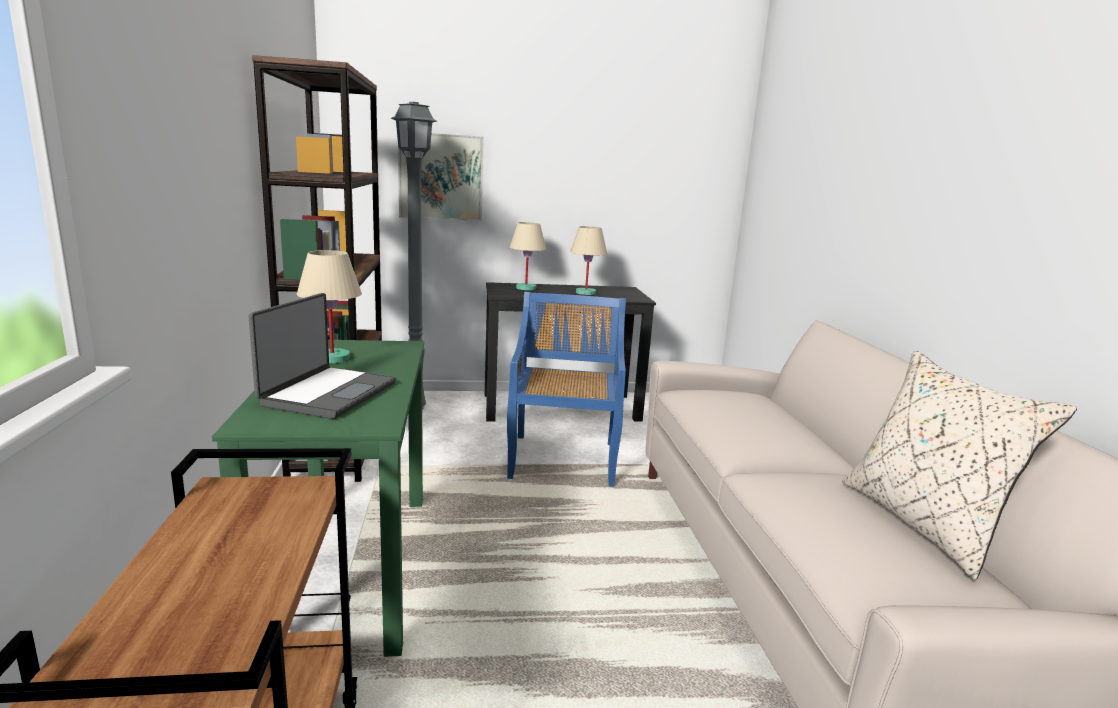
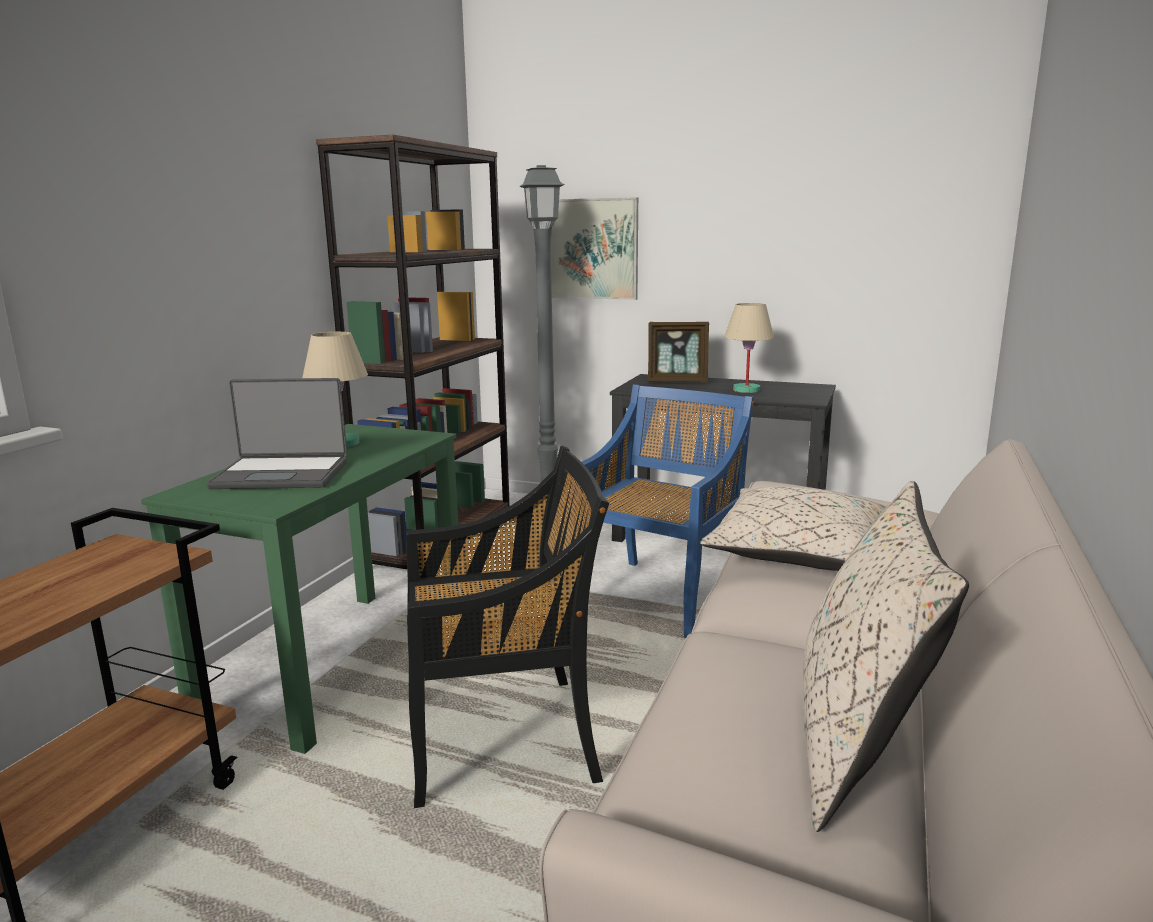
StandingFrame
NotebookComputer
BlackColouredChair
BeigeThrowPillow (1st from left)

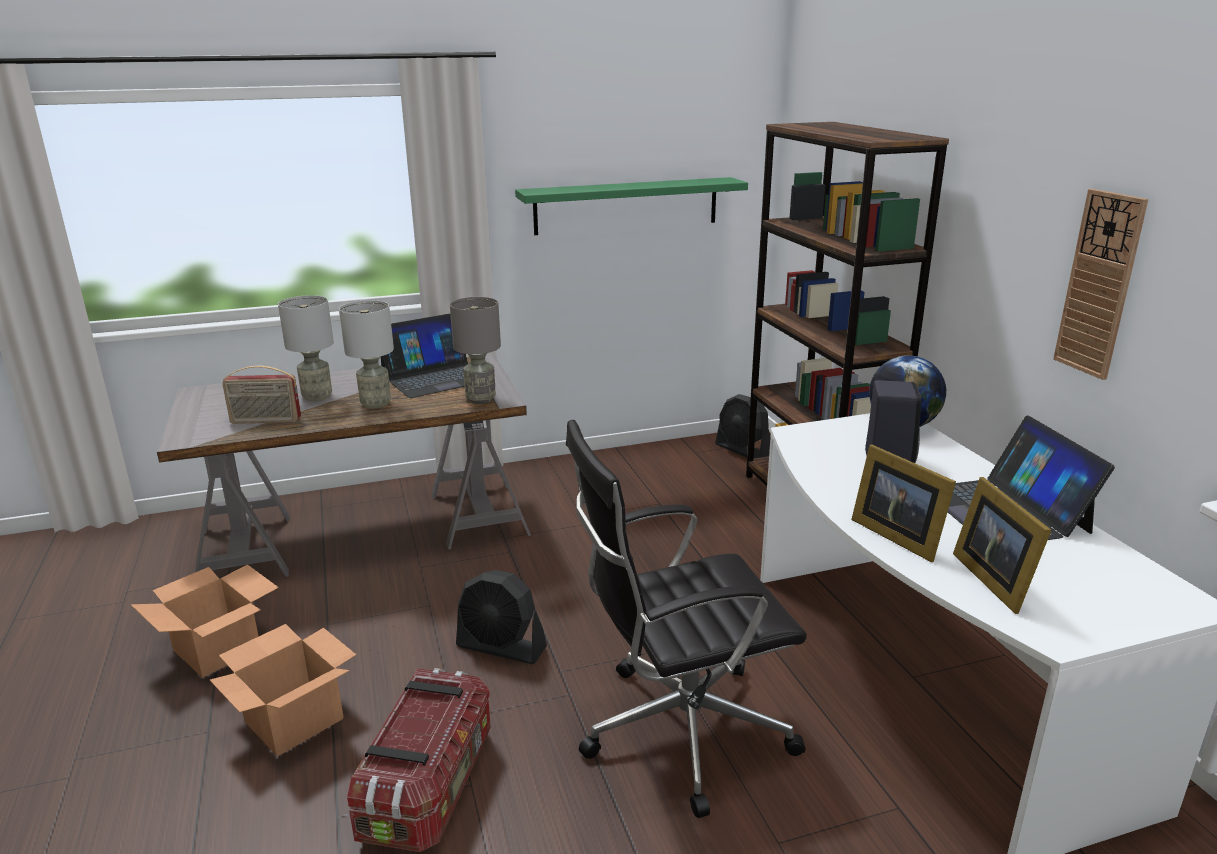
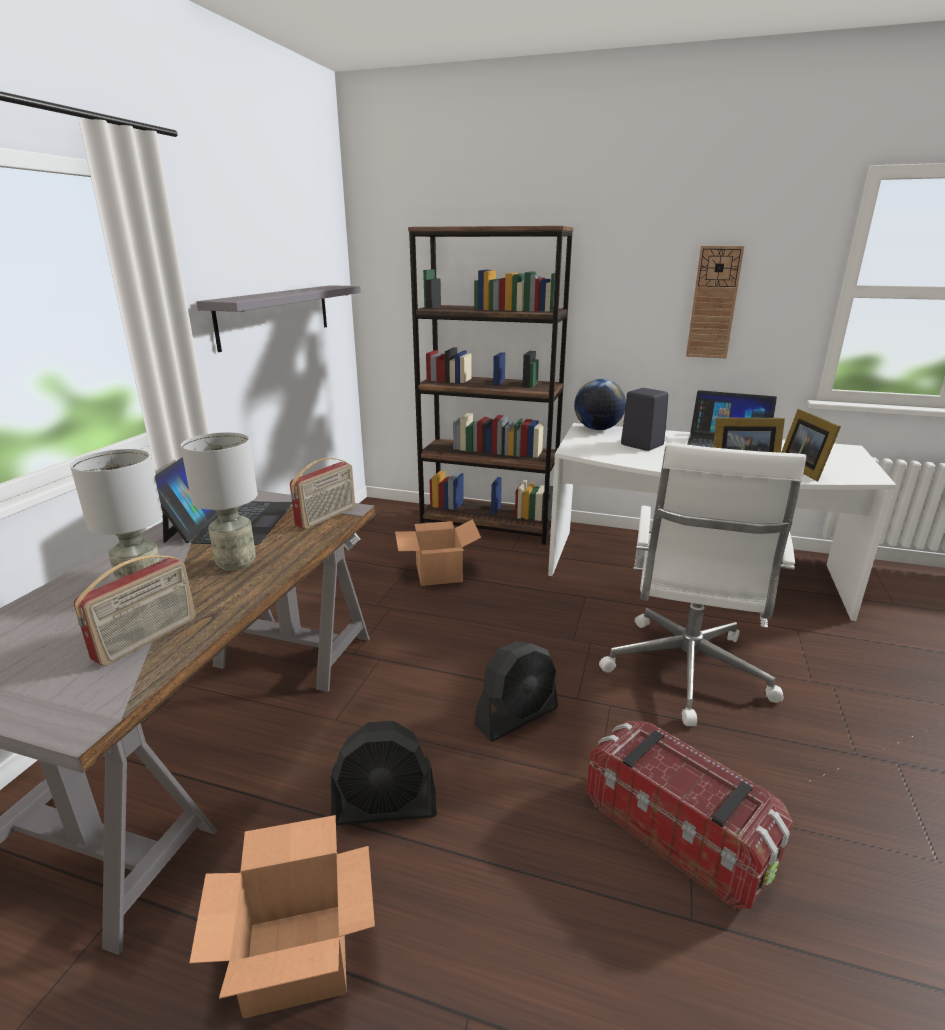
GrayWallShelf
RadioReceiver (2nd from left)
BlackColouredCoolingFan (1st from left)
WhiteColouredDeskChair
StandingFrame (2nd from left)
PackingBox (2nd from left)

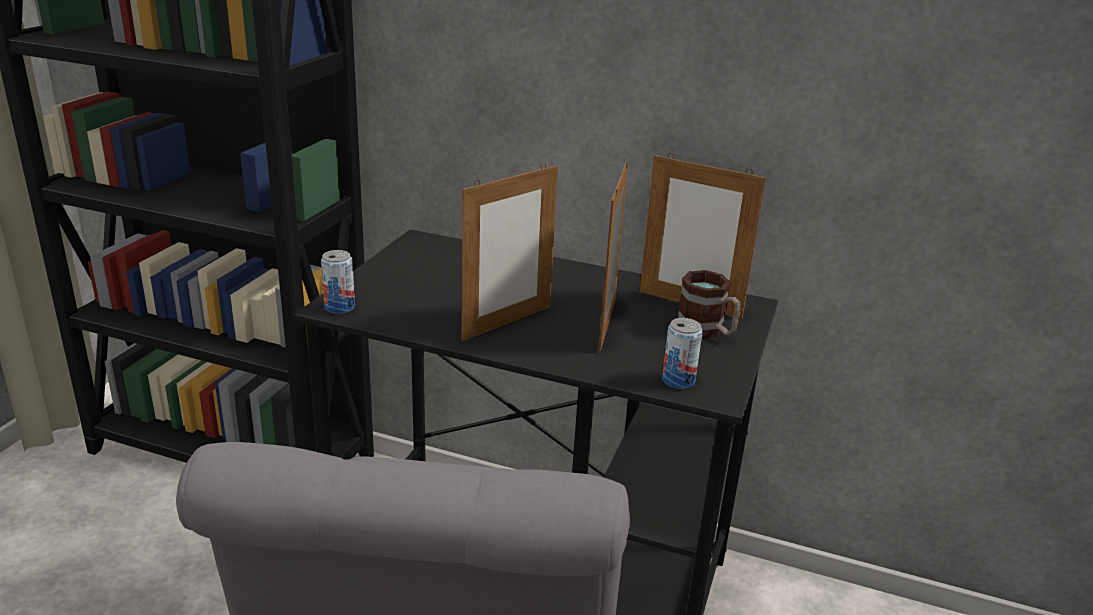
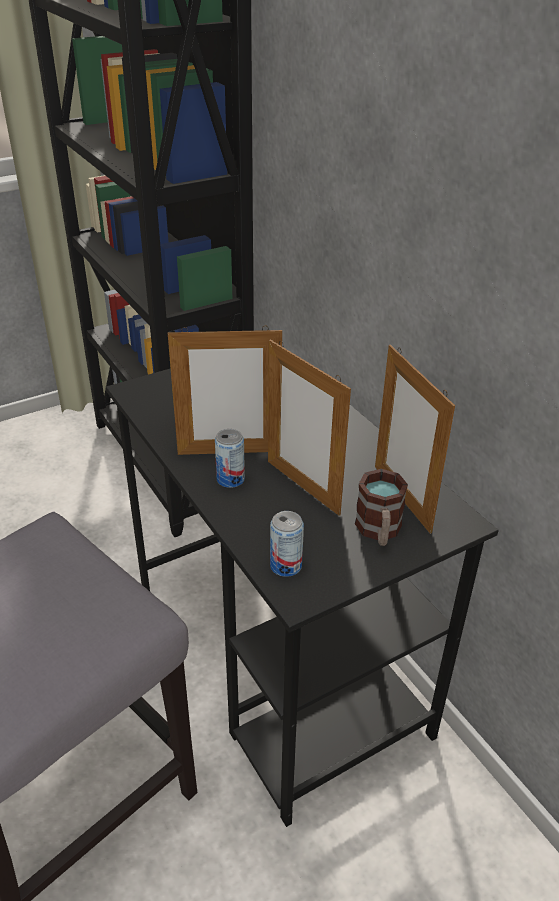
StandingFrame (2nd from left)
MetalCan (1st from left)

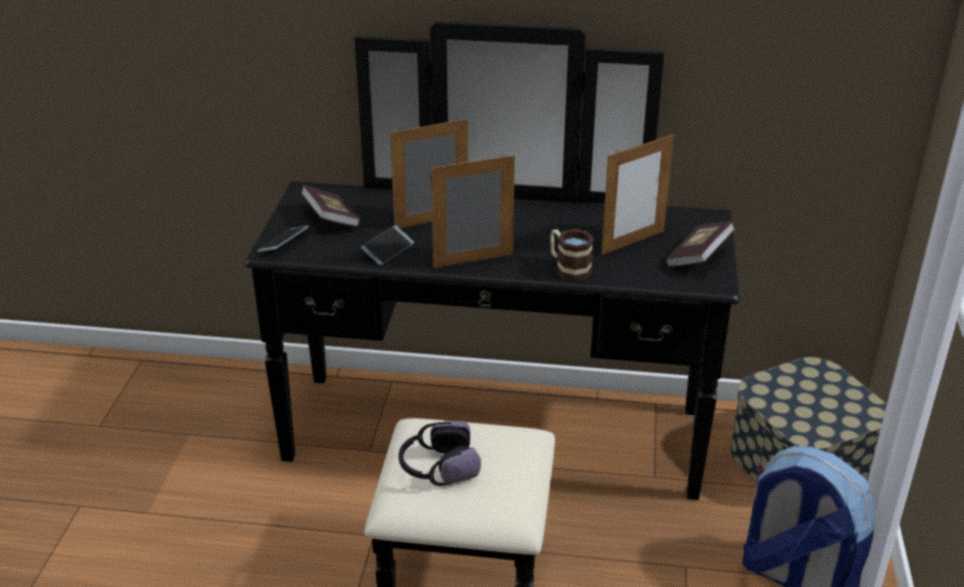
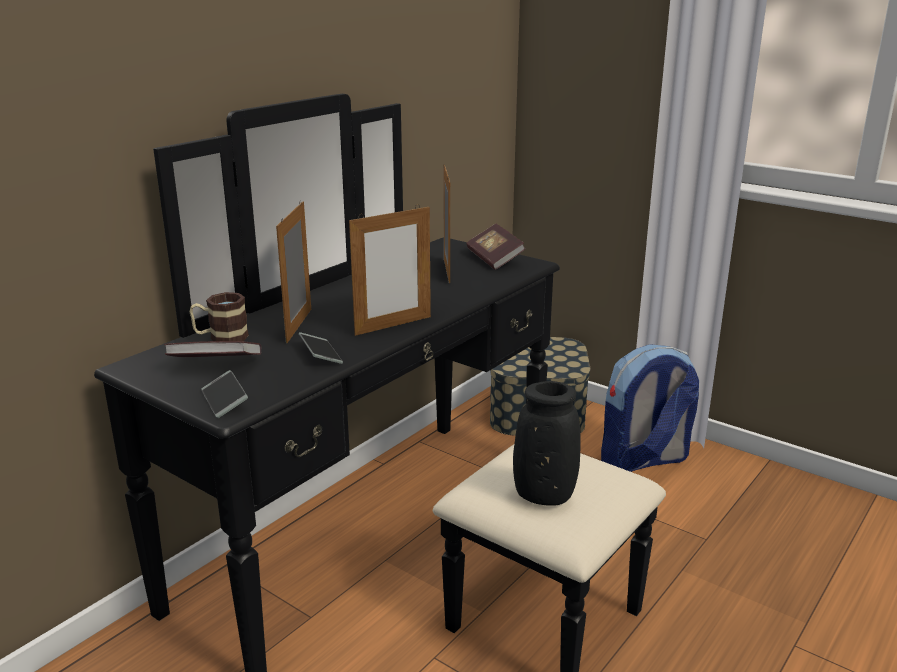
StandingFrame (2nd from left)
CoffeeMug
BlackColouredFlowerVase

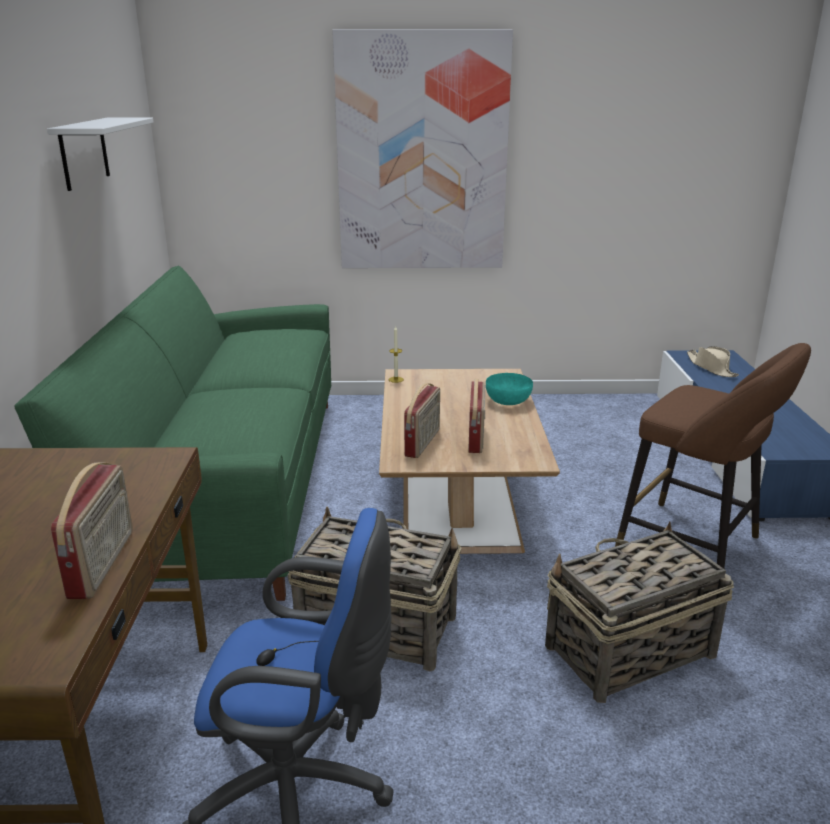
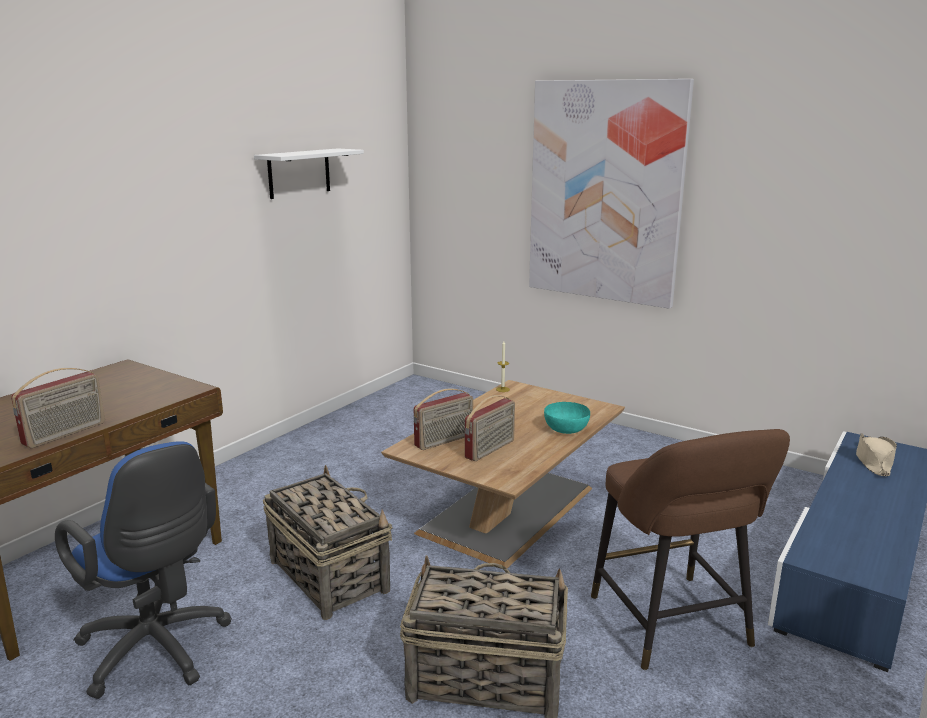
GreenSofa

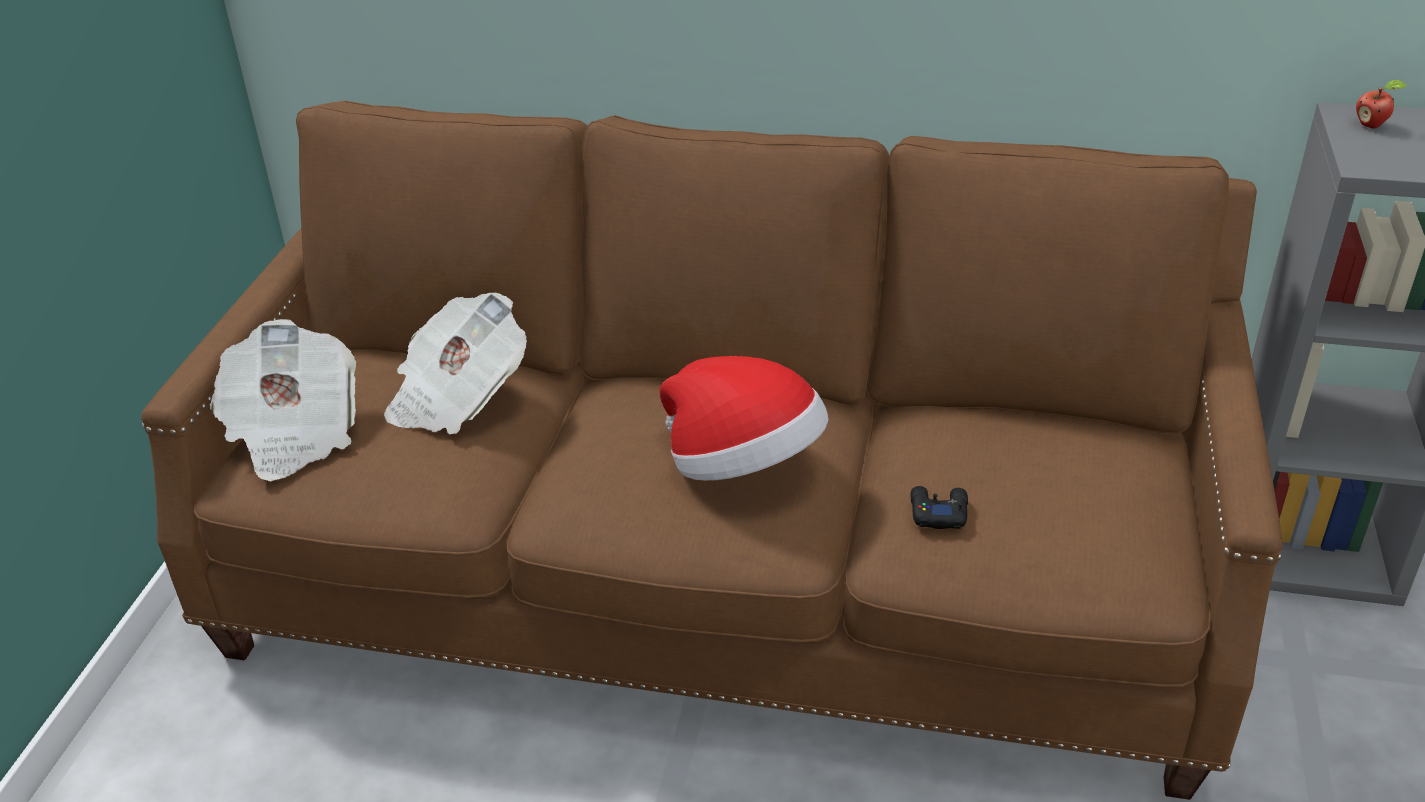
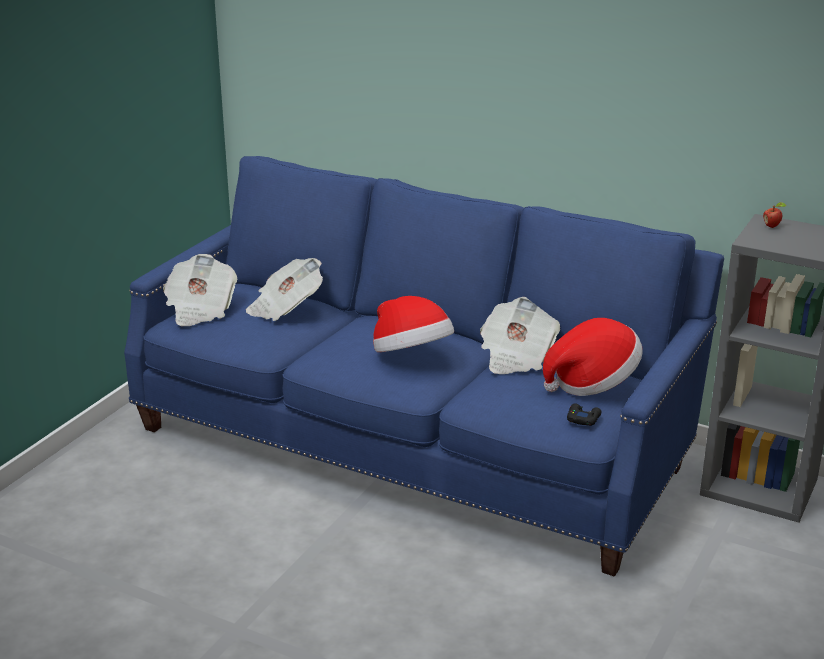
BluishSofa
BlackColouredJoypad
Newspaper (3rd from left)
WearableHat (2nd from left)

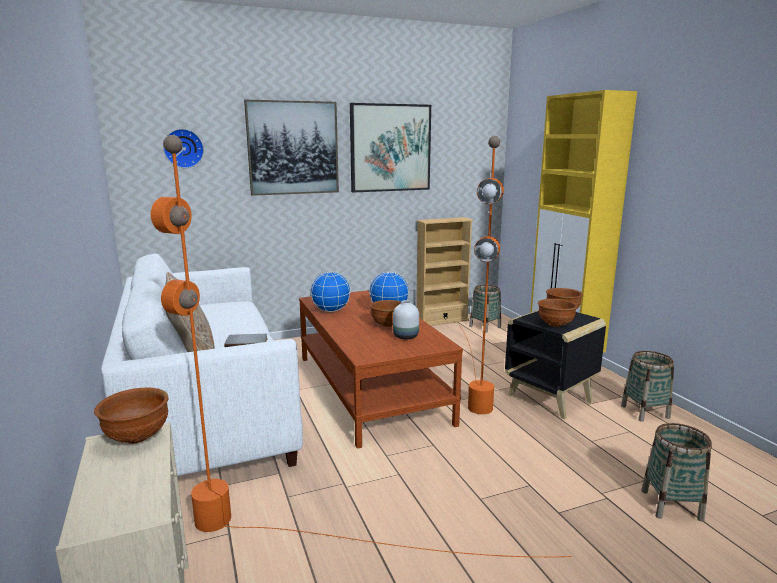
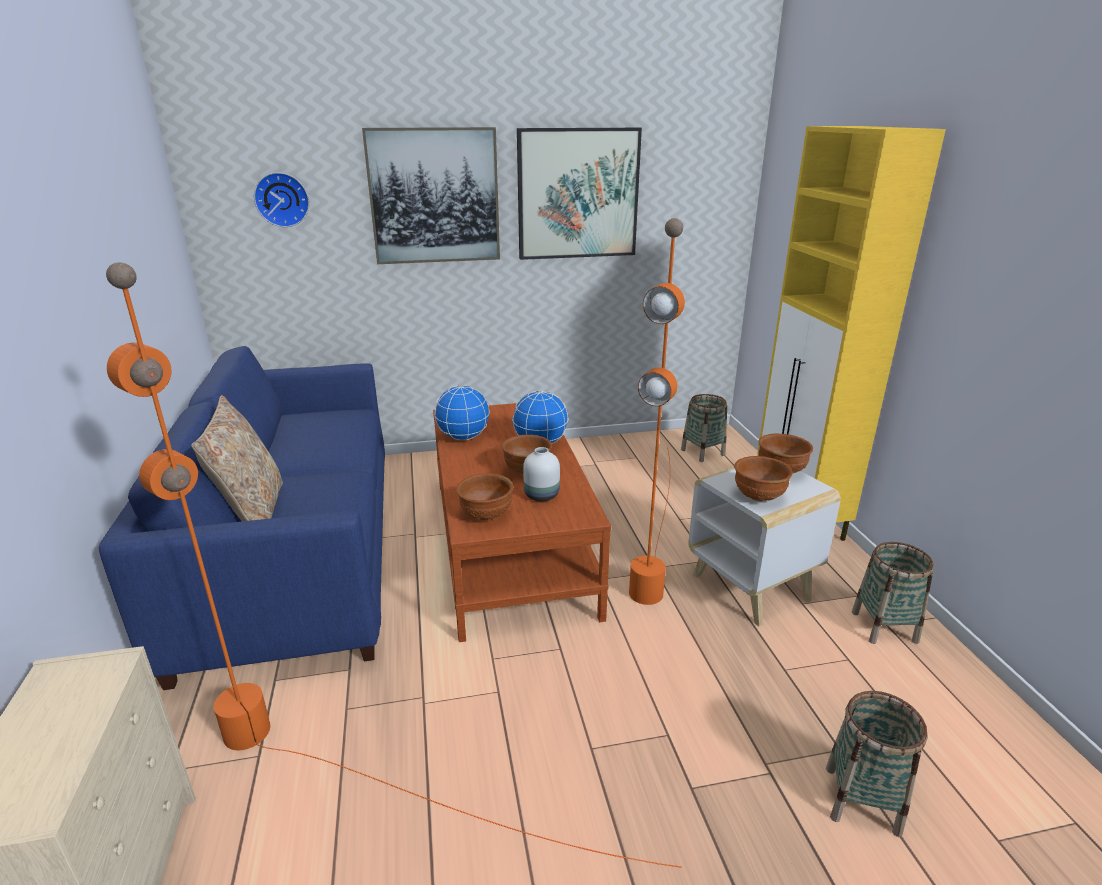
BeigeShelvingUnit
BluishSofa
WhiteColouredSideTable
GrayVolume
BrownDeepDish (1st from left)

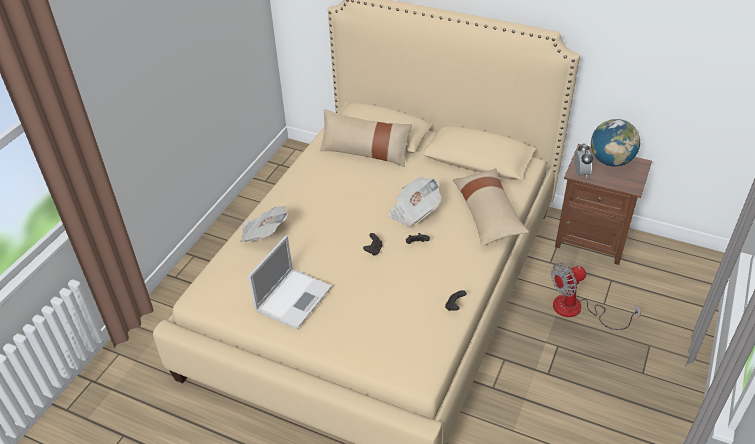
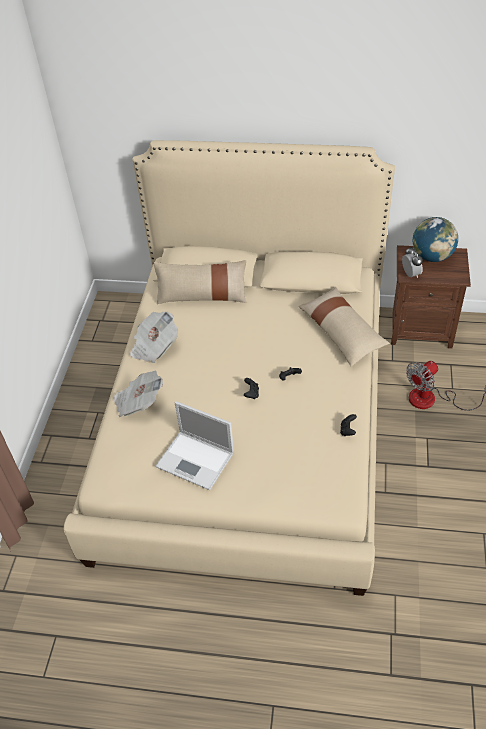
Newspaper (2nd from left)
NotebookComputer

